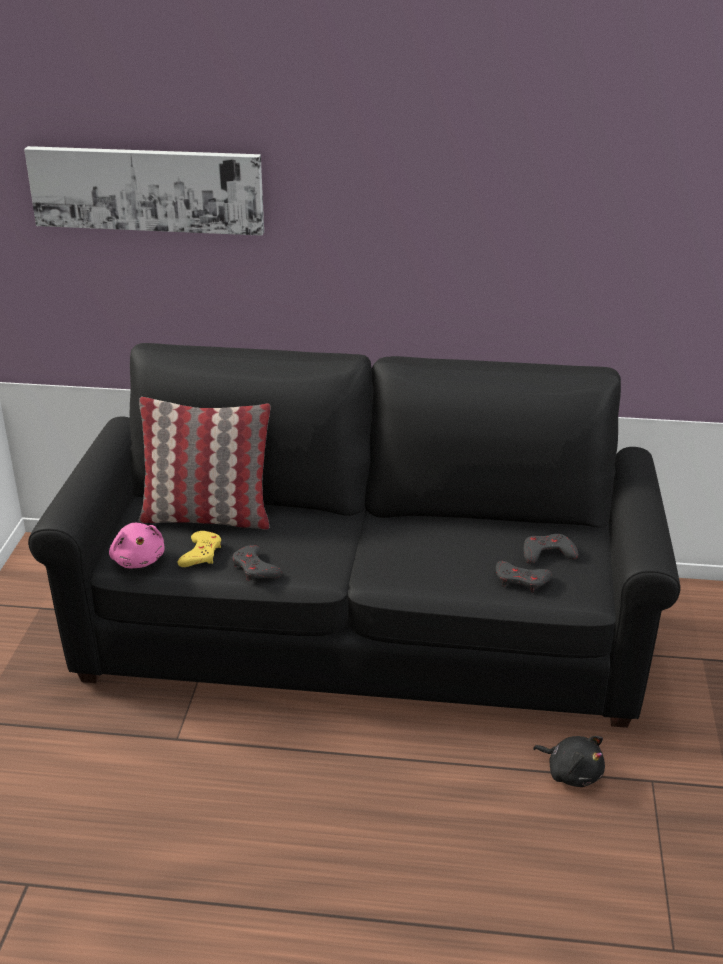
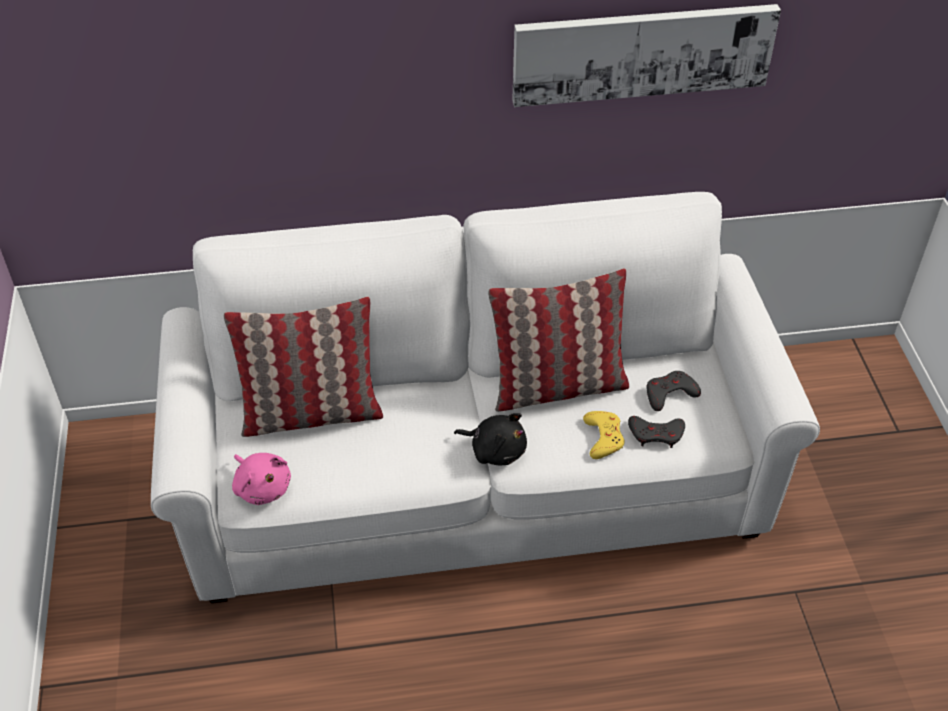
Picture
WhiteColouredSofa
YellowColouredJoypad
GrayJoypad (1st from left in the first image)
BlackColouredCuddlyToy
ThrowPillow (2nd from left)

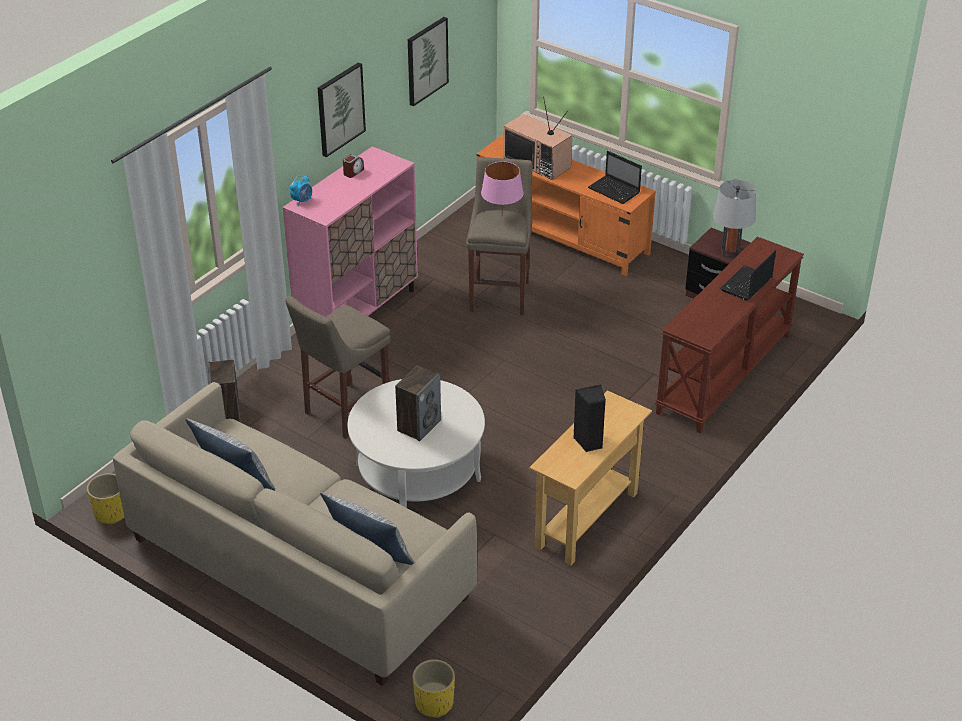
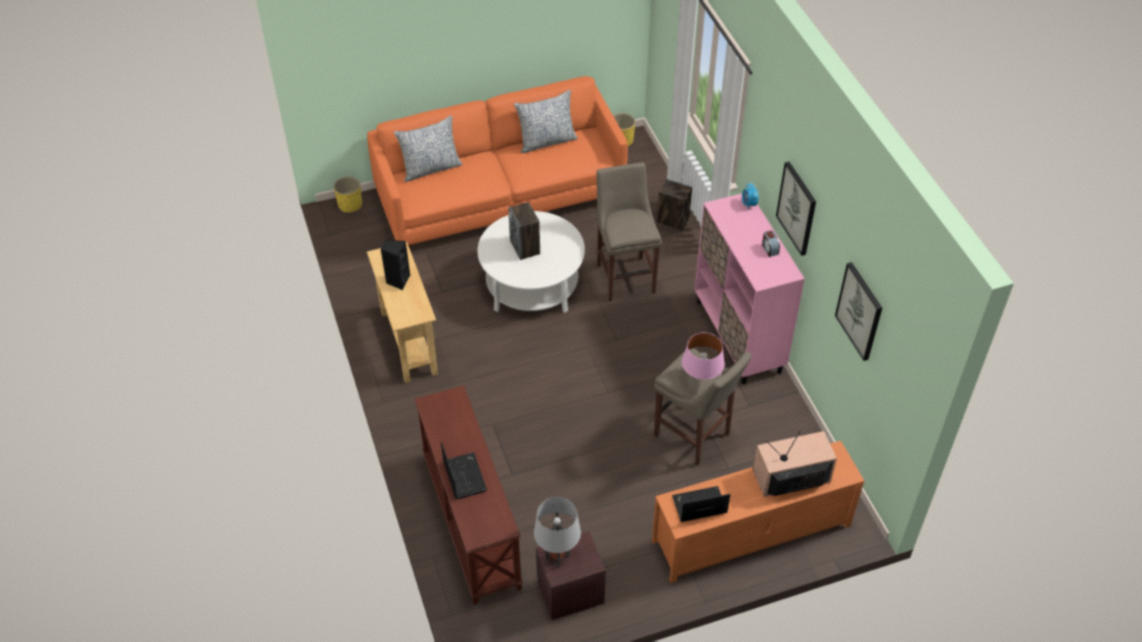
OrangeySofa

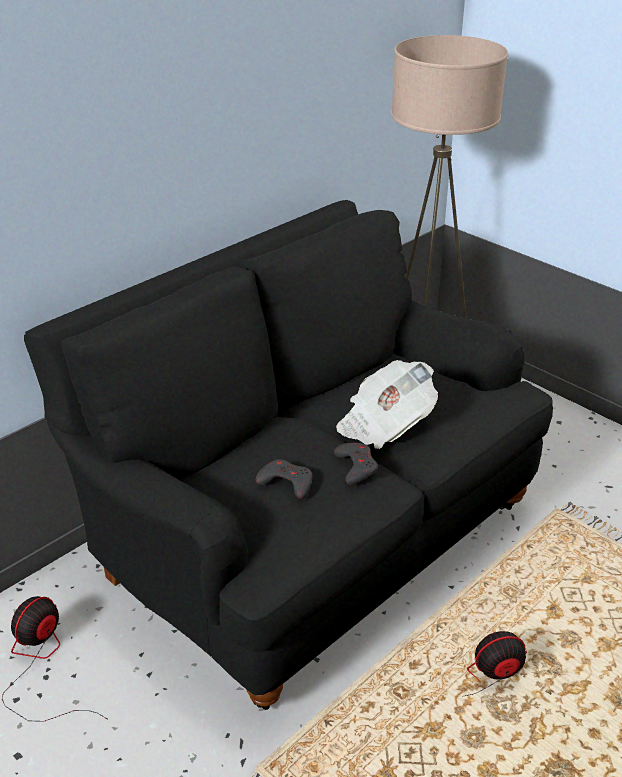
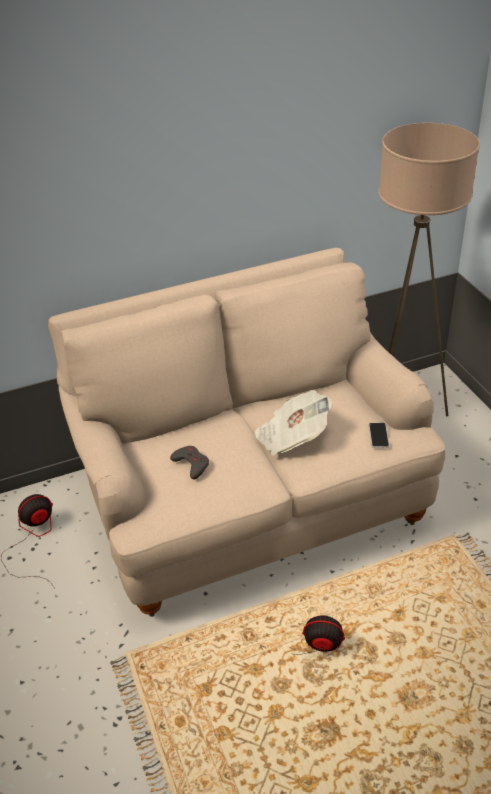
BeigeSofa
GrayJoypad (2nd from left in the first image)
Telephone

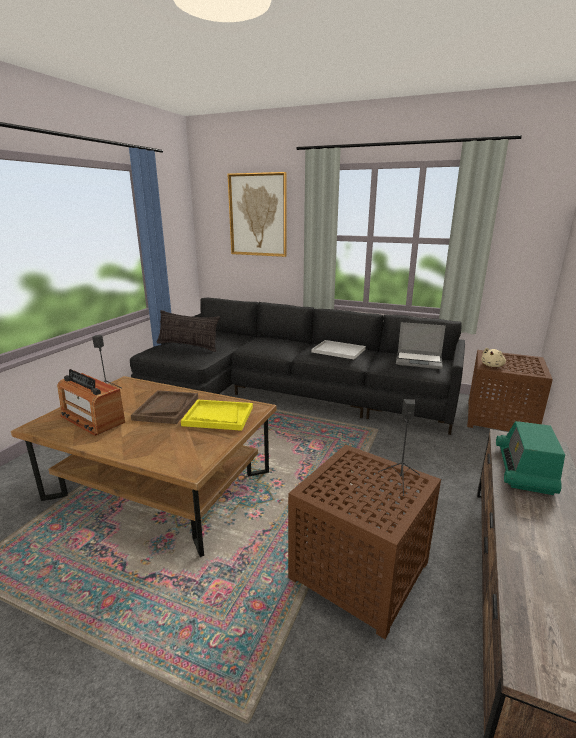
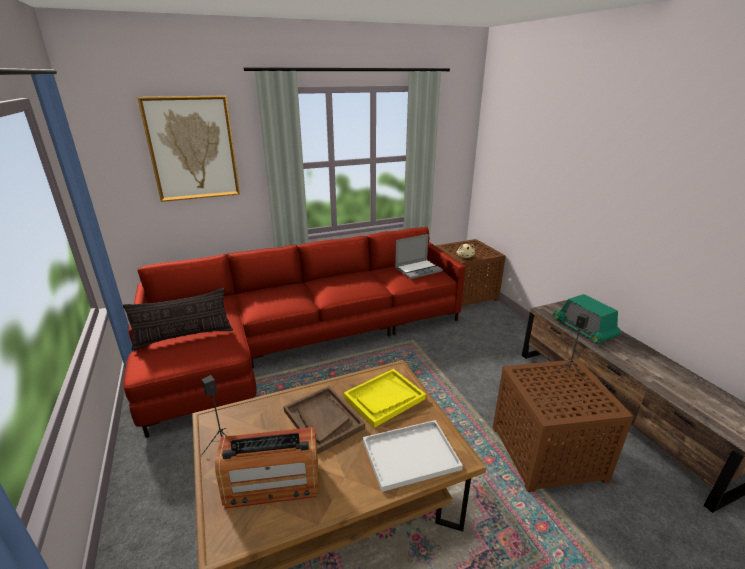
RedColouredSofa
WhiteColouredTray

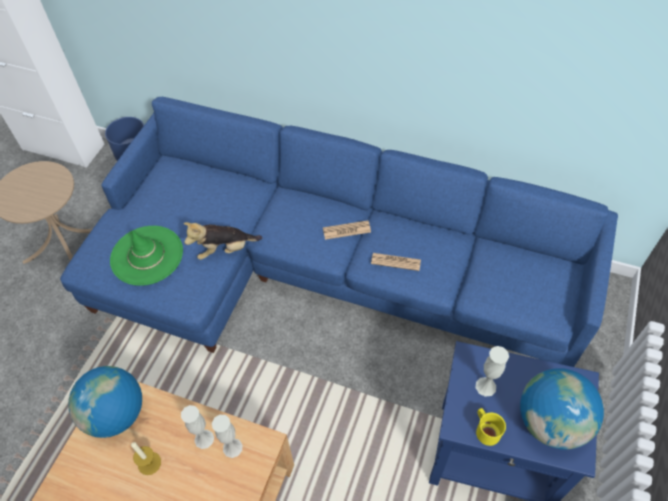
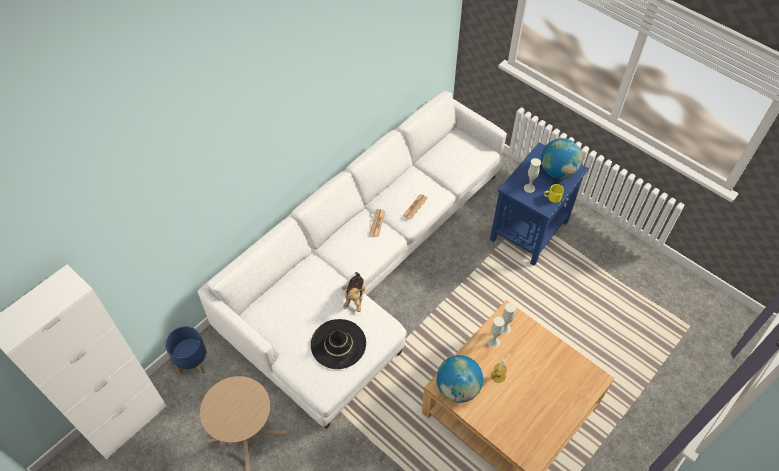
WhiteColouredSofa
BlackColouredWearableHat

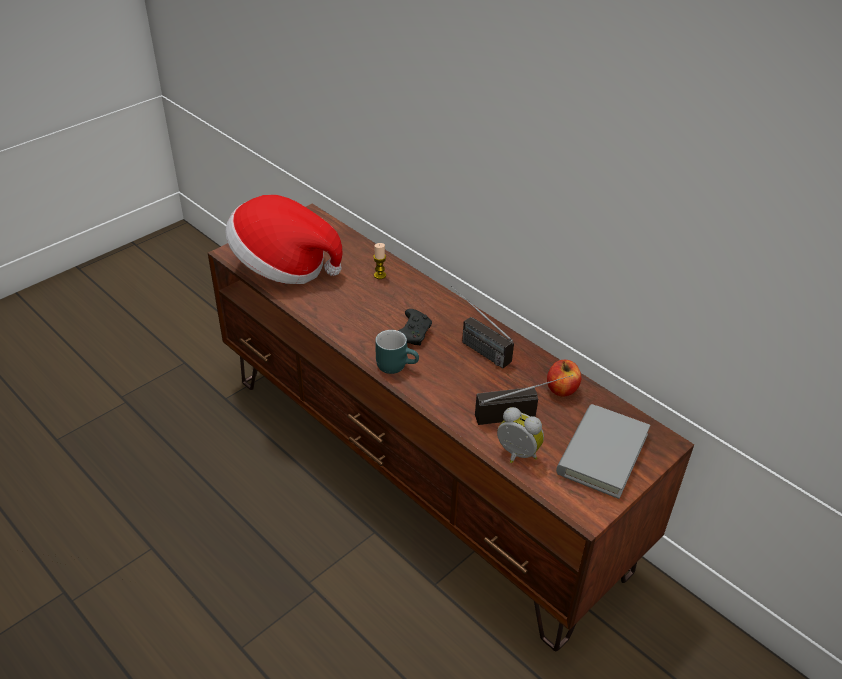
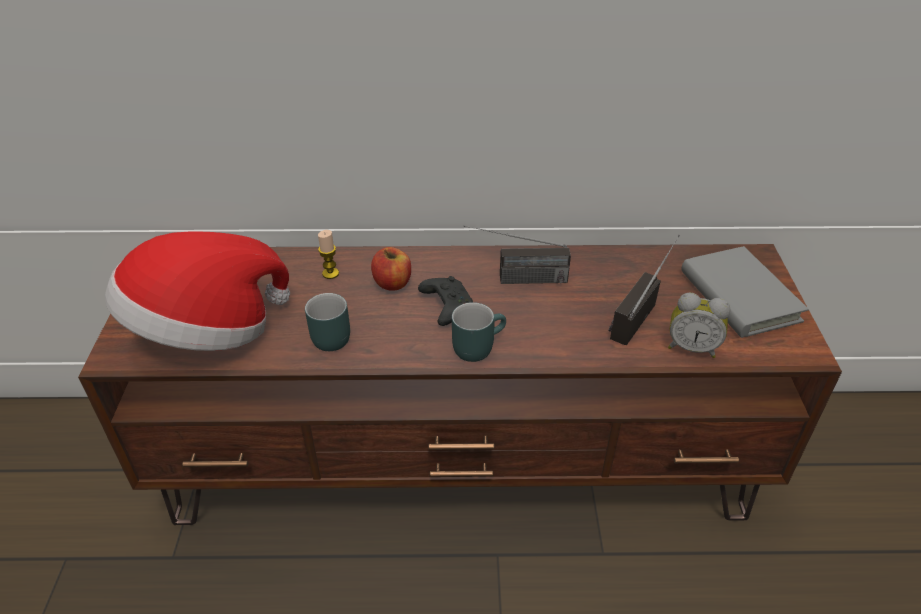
WholeApple
TableClock
BlueGreenCoffeeMug (1st from left)

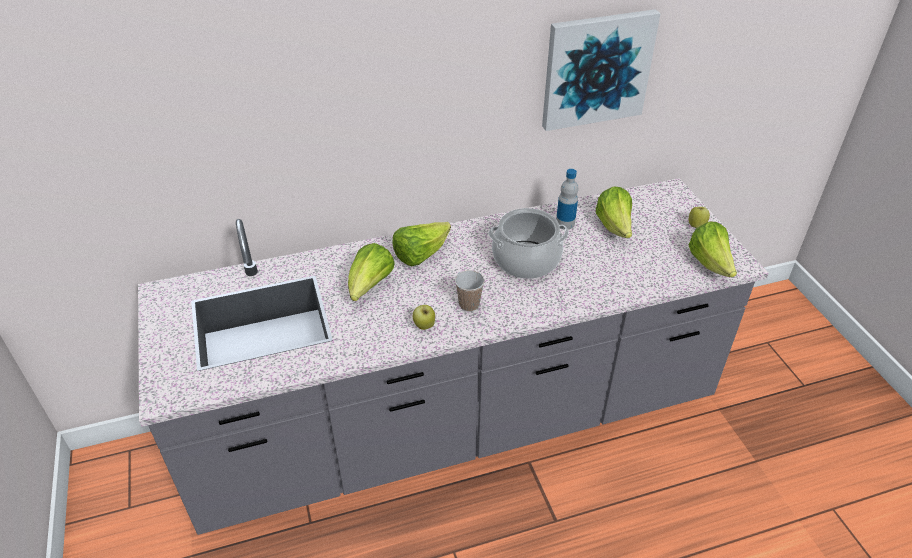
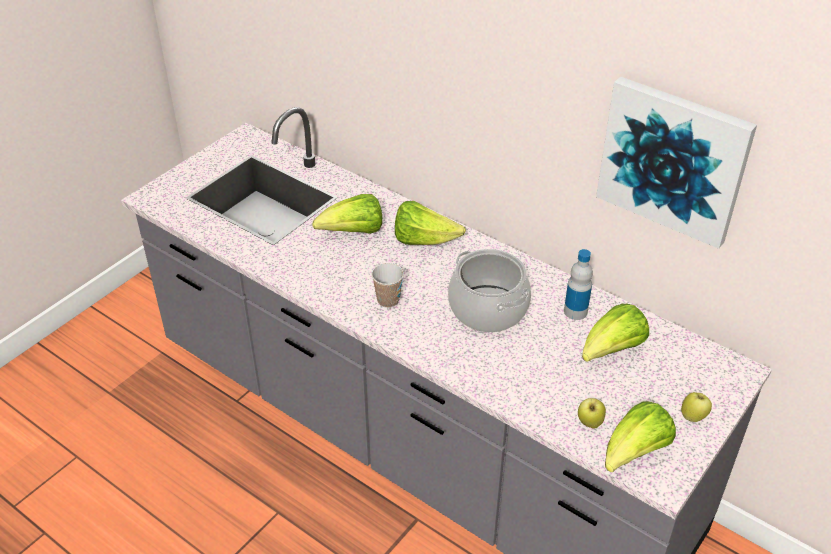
WholeApple (1st from left)

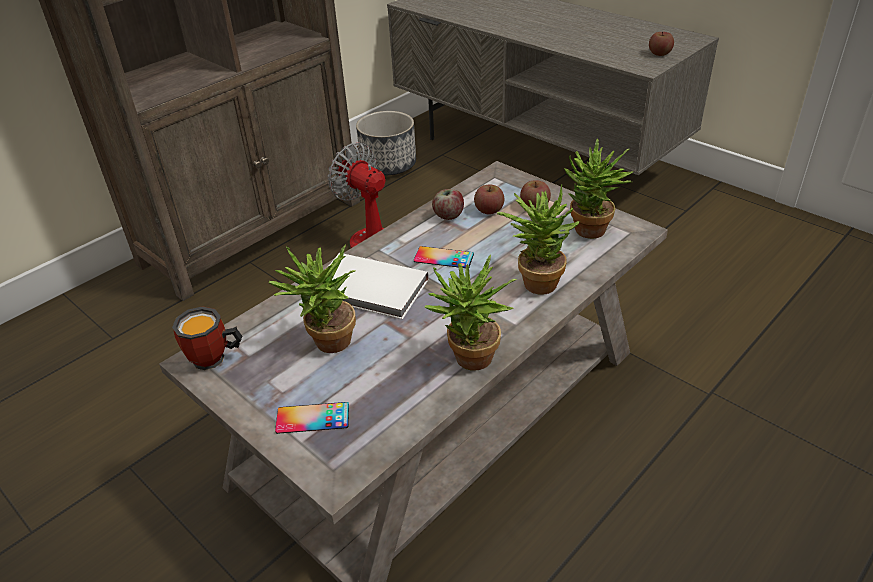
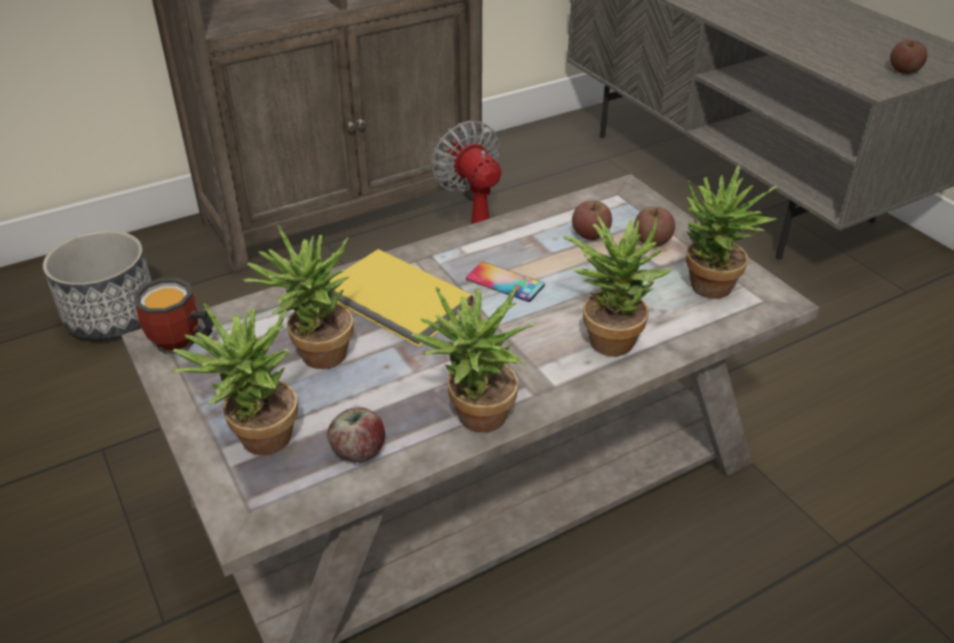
FlowerPot
WholeApple (1st from left)
YellowColouredVolume
PottedPlant (1st from left)

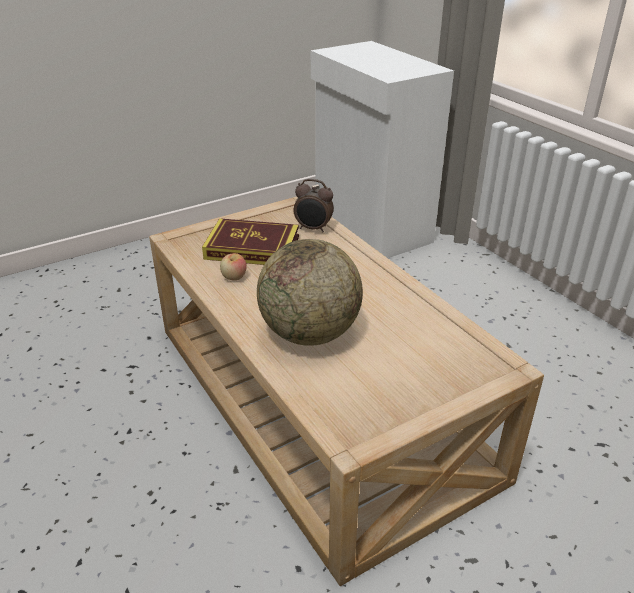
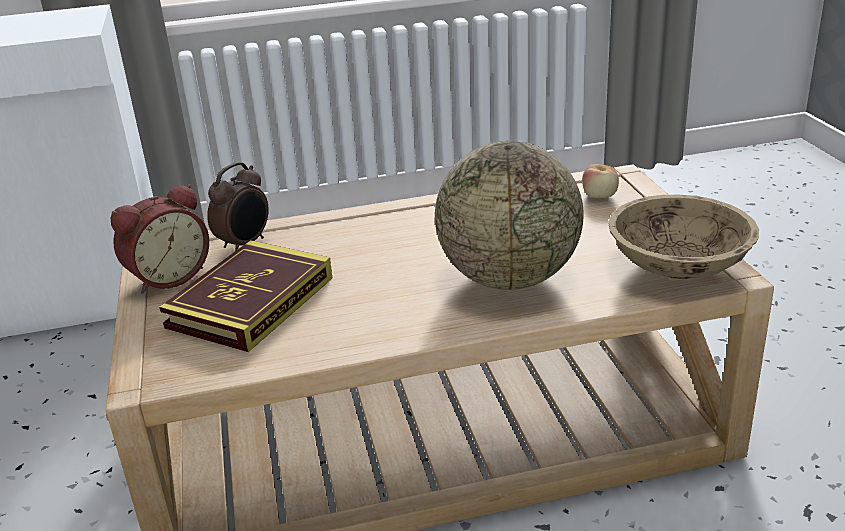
WholeApple
TableClock (1st from left)
BeigeDeepDish

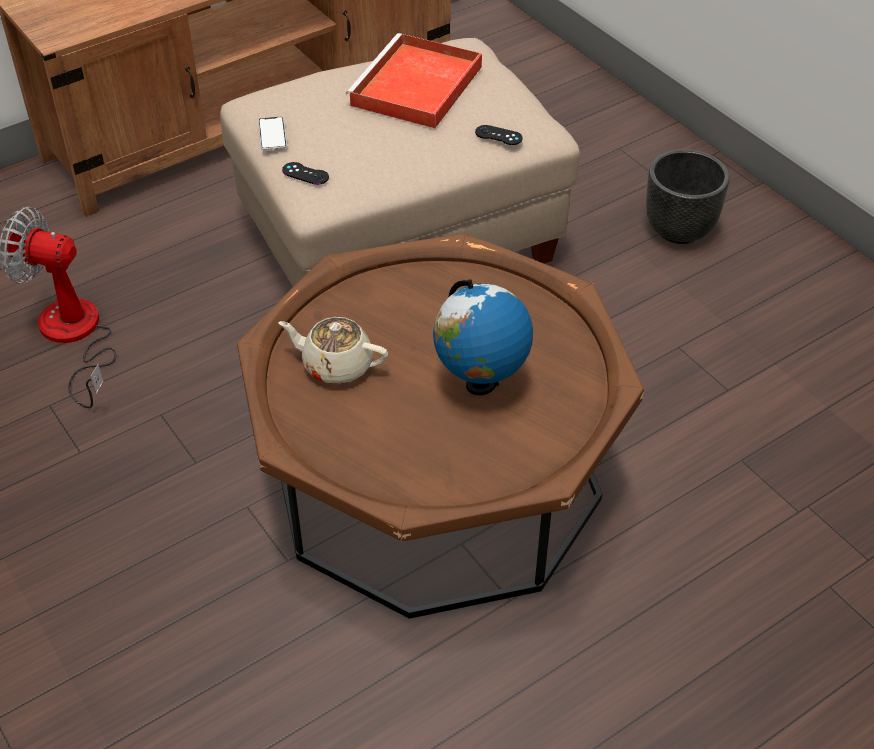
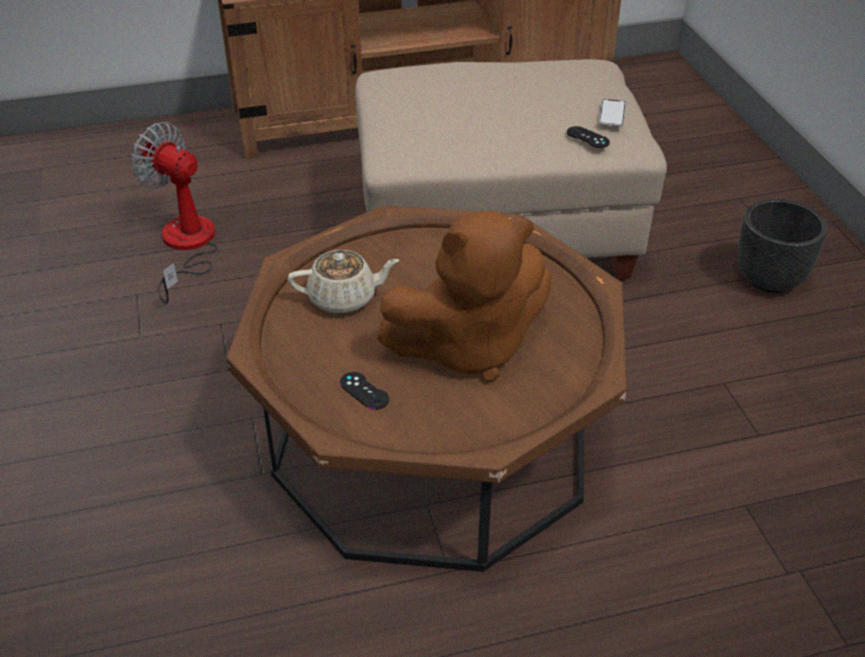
RedColouredTray
Telephone
BlackColouredJoypad (1st from left)
BrownCuddlyToy
BeigeTeaPot

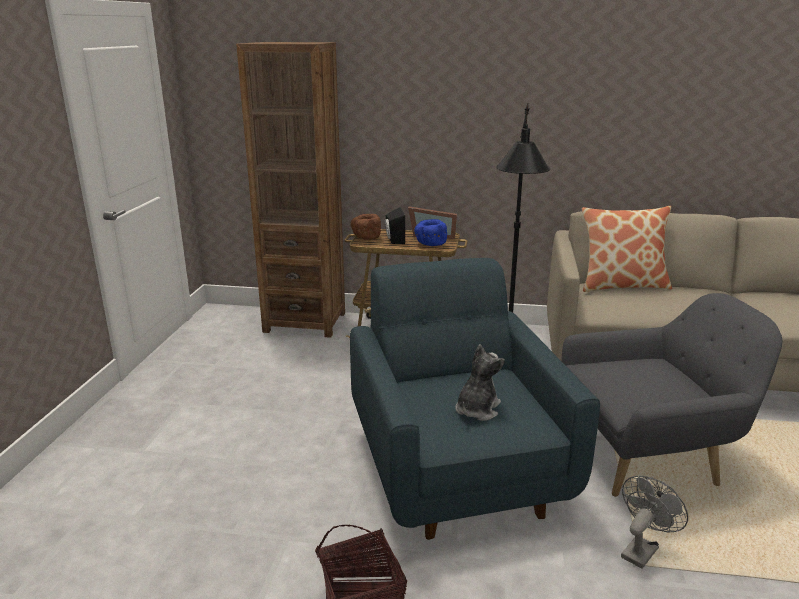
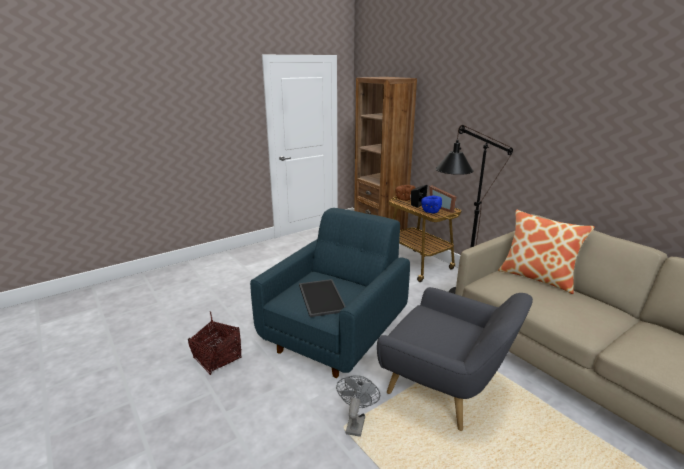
Tray
GrayCoolingFan

